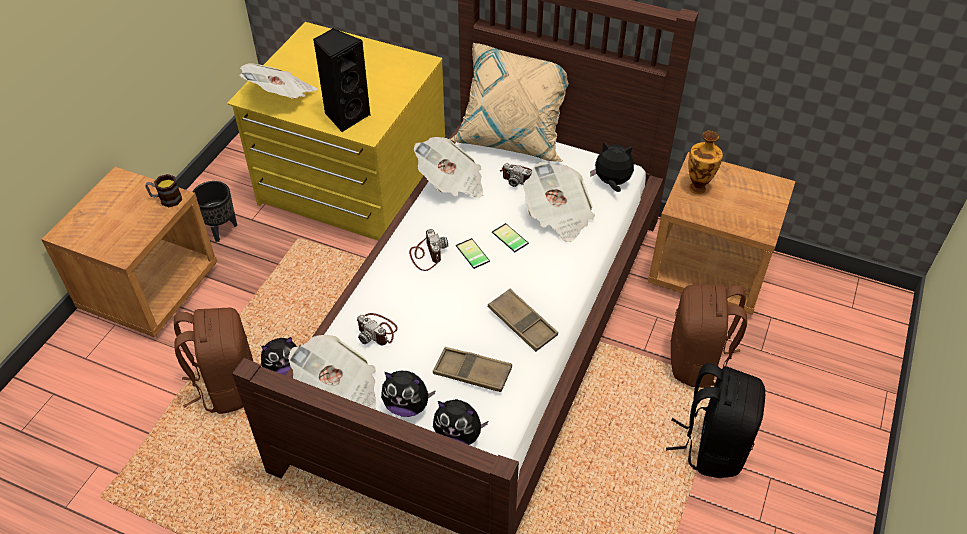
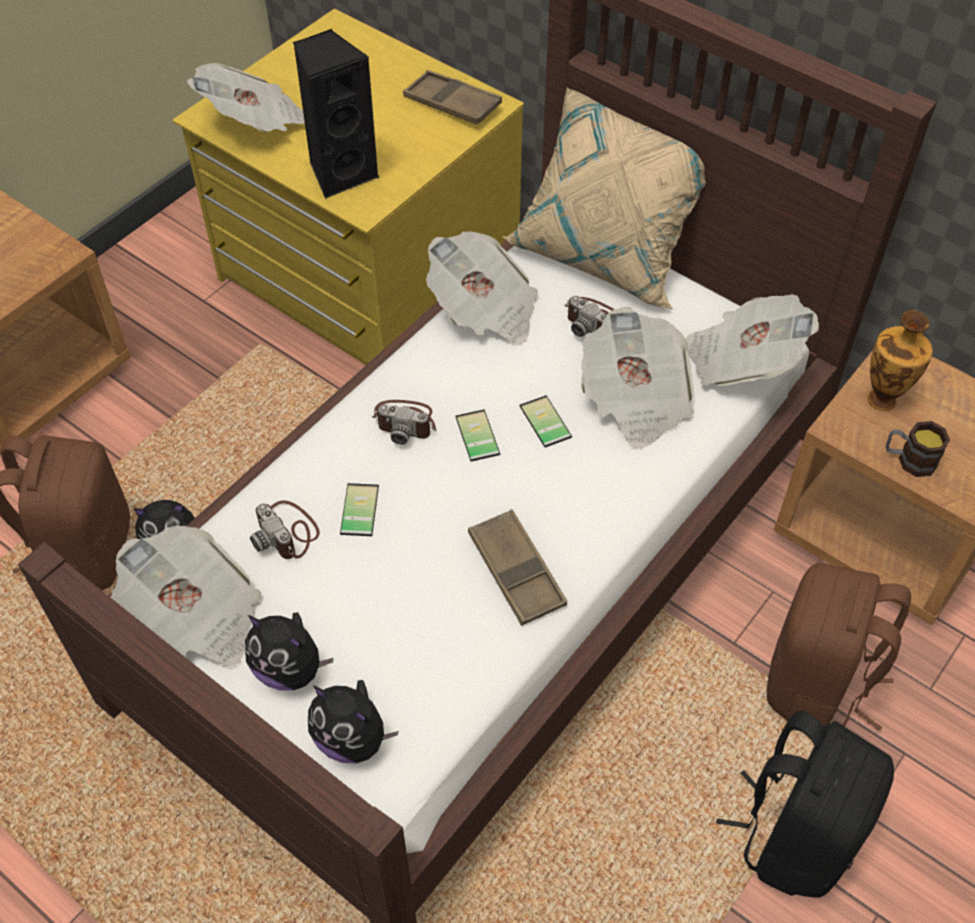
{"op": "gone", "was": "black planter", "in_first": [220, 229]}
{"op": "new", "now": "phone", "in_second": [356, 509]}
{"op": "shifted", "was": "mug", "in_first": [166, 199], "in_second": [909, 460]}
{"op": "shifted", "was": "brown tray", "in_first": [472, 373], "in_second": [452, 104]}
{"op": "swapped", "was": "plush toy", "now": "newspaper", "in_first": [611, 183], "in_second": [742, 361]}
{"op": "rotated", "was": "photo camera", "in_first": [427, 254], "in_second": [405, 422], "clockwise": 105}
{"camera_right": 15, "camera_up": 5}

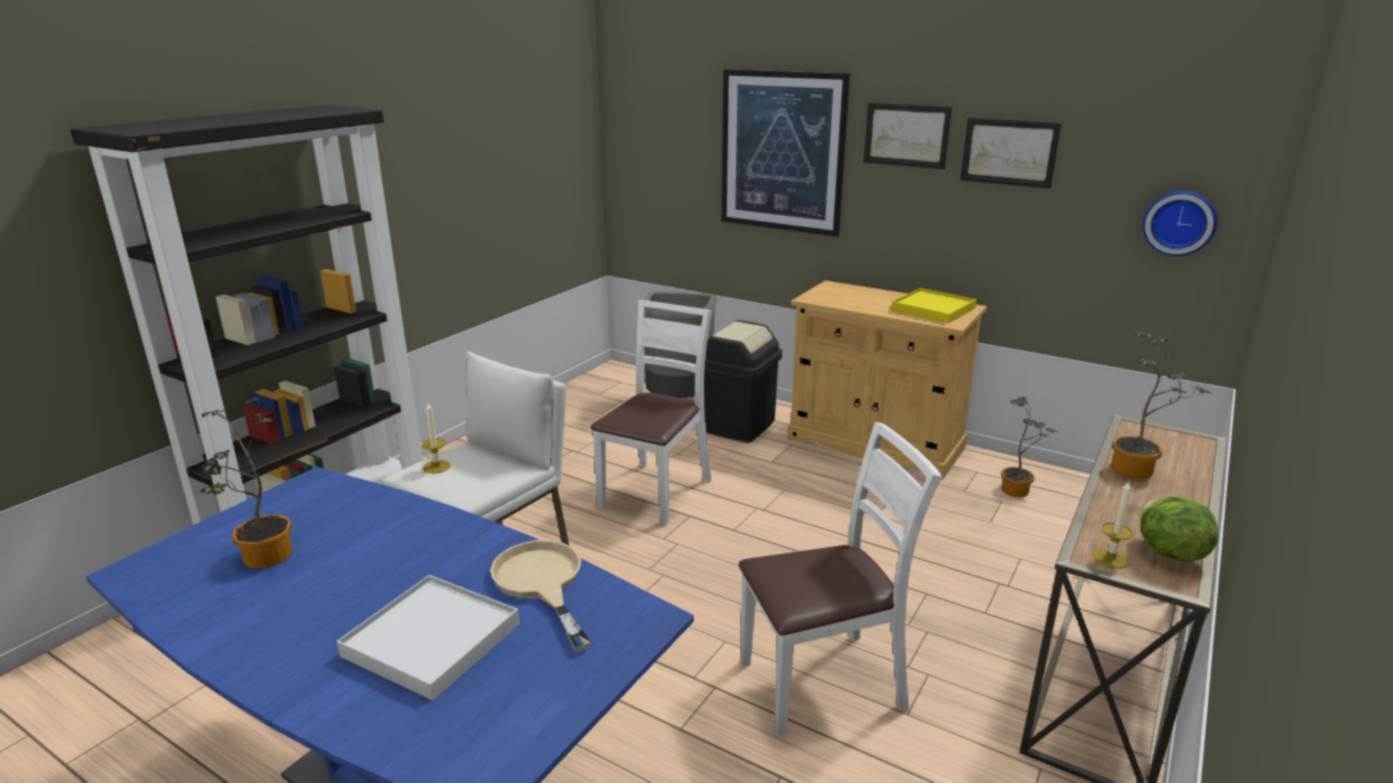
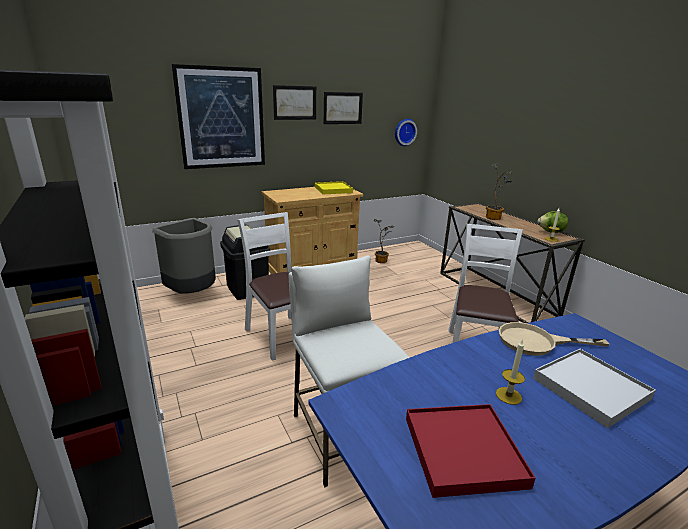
{"op": "shifted", "was": "candle", "in_first": [436, 467], "in_second": [508, 395]}
{"op": "swapped", "was": "potted plant", "now": "red tray", "in_first": [263, 560], "in_second": [463, 451]}
{"camera_right": -60, "camera_up": 0}

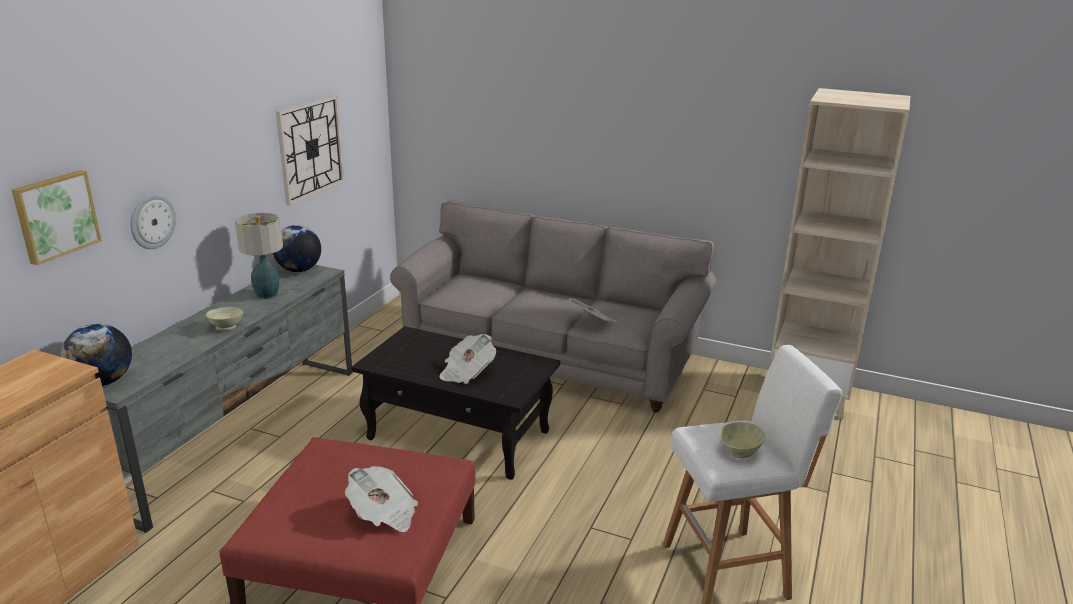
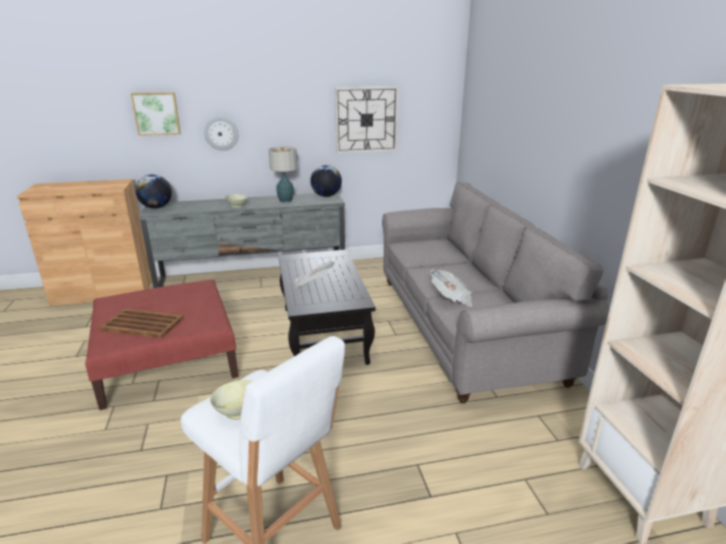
{"op": "swapped", "was": "newspaper", "now": "brown tray", "in_first": [383, 514], "in_second": [143, 324]}
{"camera_right": 55, "camera_up": 0}

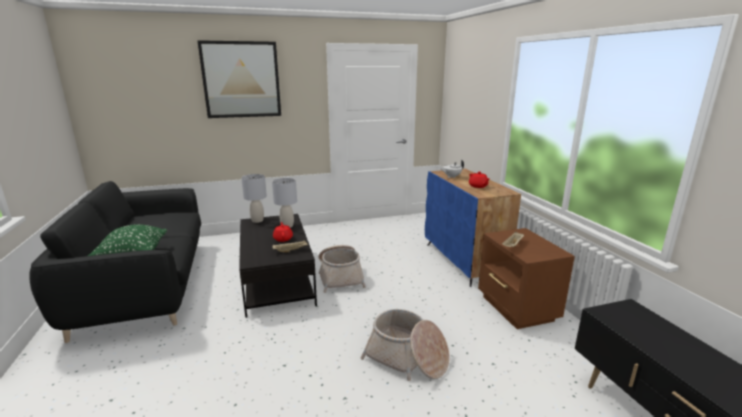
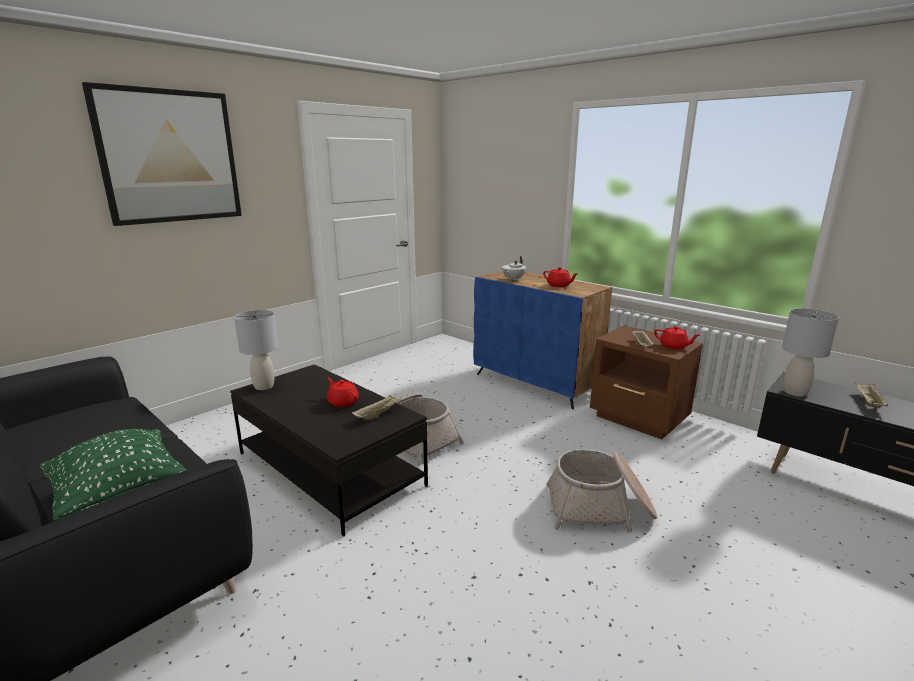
{"op": "new", "now": "red teapot", "in_second": [674, 346]}
{"op": "new", "now": "beige tray", "in_second": [868, 402]}
{"op": "shifted", "was": "grey table lamp", "in_first": [287, 226], "in_second": [795, 392]}
{"camera_right": -30, "camera_up": 0}

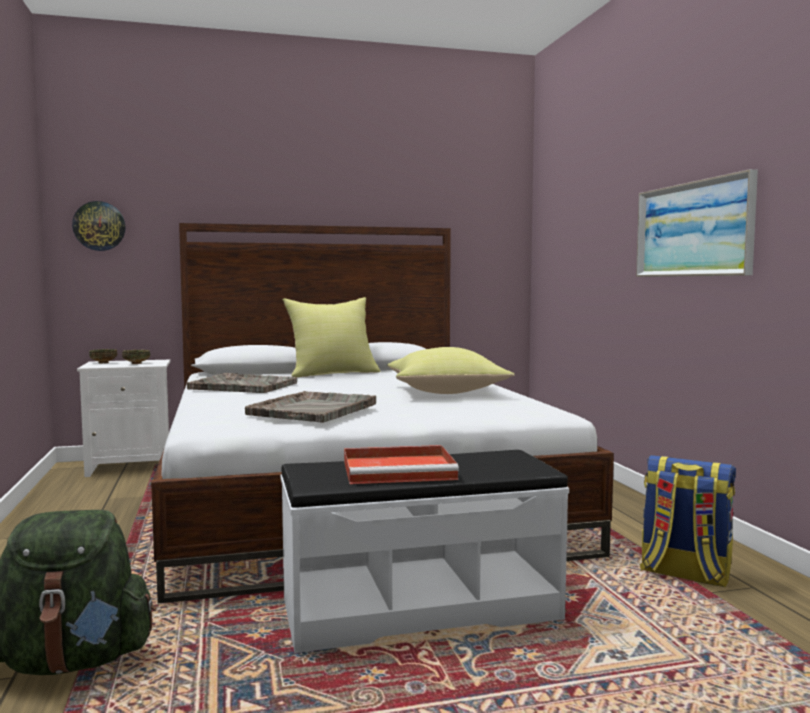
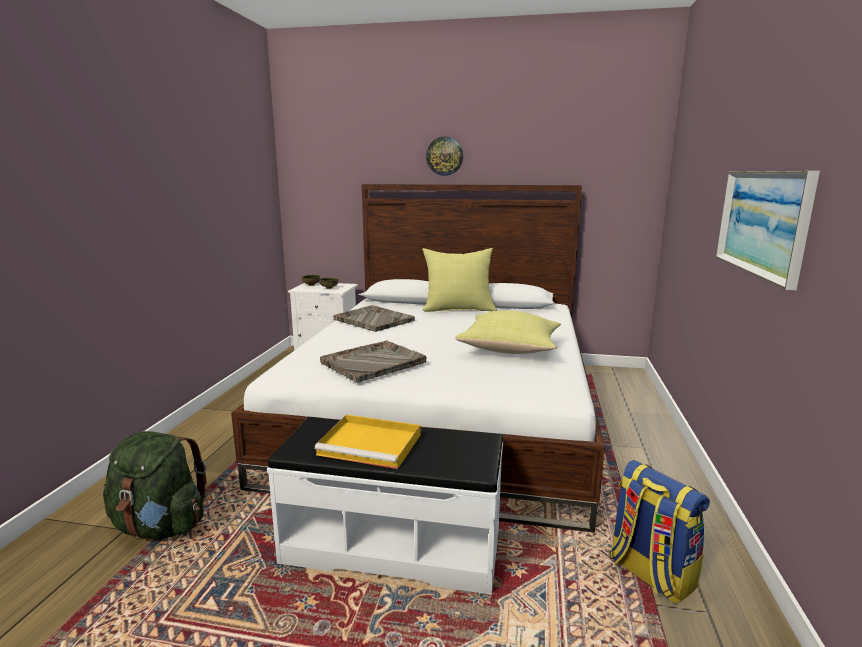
{"op": "shifted", "was": "wall clock", "in_first": [99, 226], "in_second": [444, 156]}
{"op": "repainted", "was": "red tray", "now": "yellow tray", "in_first": [401, 470], "in_second": [372, 444]}
{"camera_right": 25, "camera_up": 10}

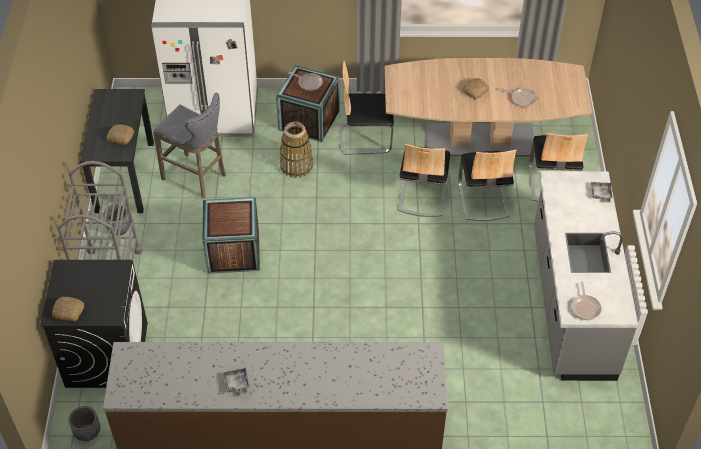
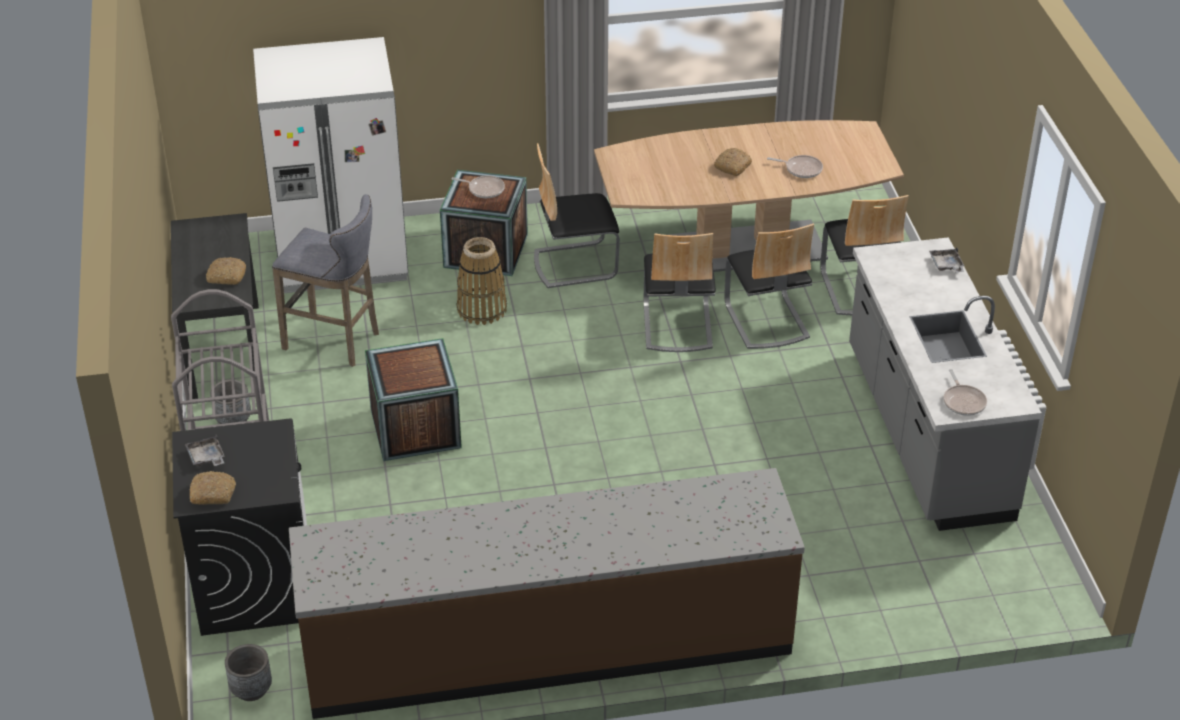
{"op": "shifted", "was": "grey tray", "in_first": [237, 384], "in_second": [206, 457]}
{"camera_right": -10, "camera_up": -10}

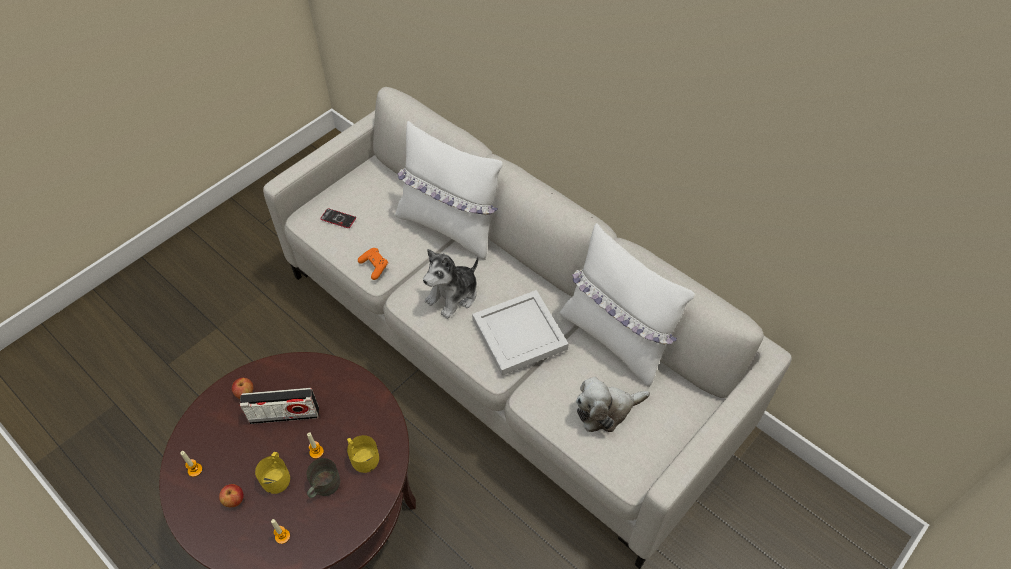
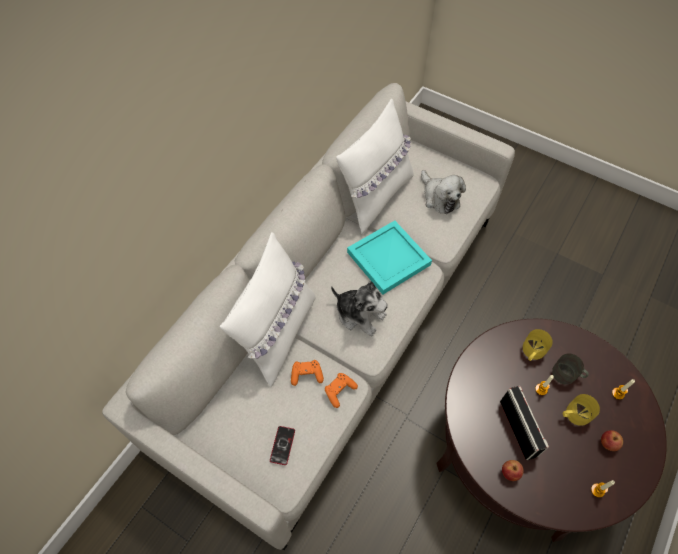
{"op": "new", "now": "orange game controller", "in_second": [306, 375]}
{"op": "repainted", "was": "white tray", "now": "turquoise tray", "in_first": [521, 334], "in_second": [388, 257]}
{"camera_right": -100, "camera_up": 5}

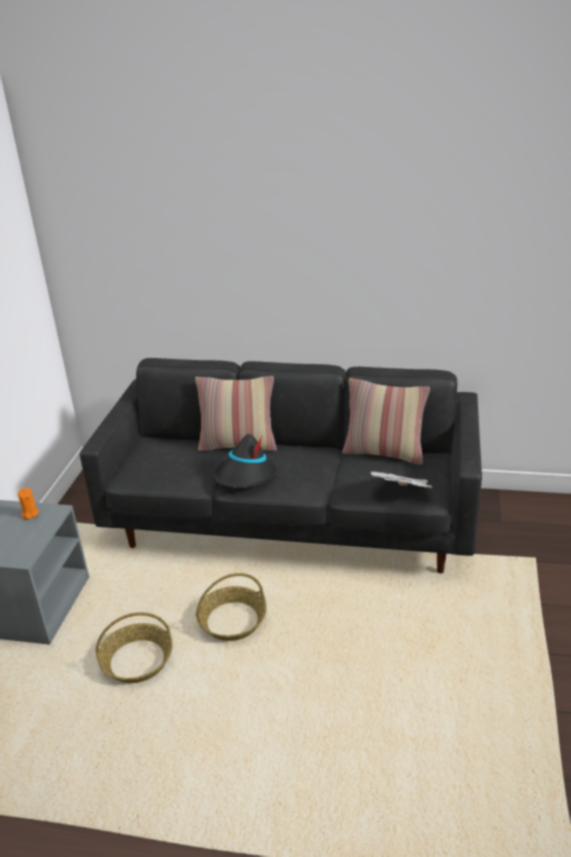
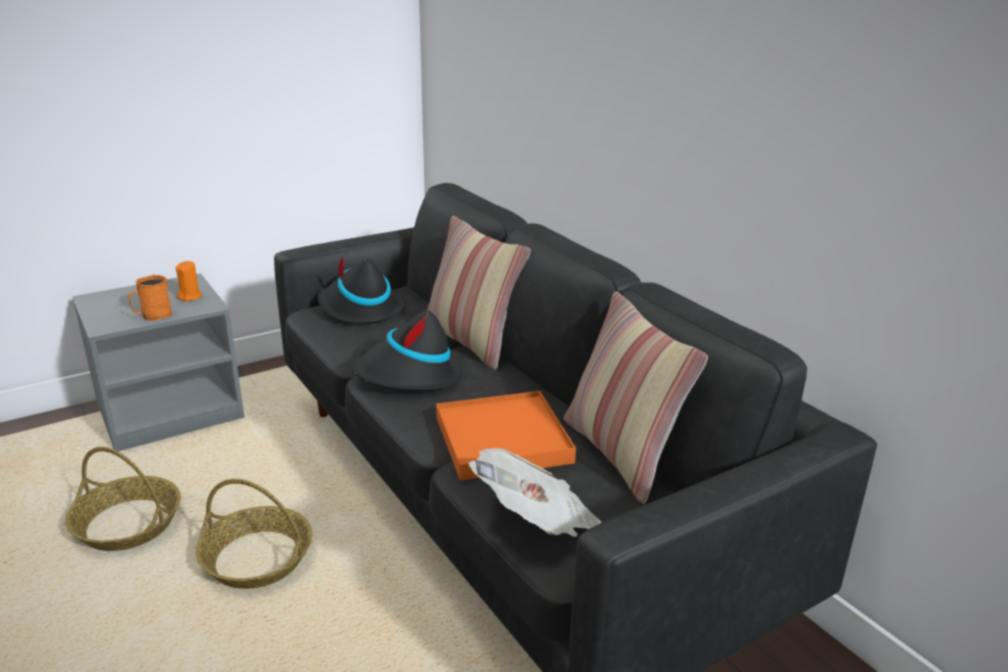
{"op": "new", "now": "orange mug", "in_second": [152, 316]}
{"op": "new", "now": "black hat", "in_second": [360, 308]}
{"op": "new", "now": "orange tray", "in_second": [503, 439]}
{"camera_right": 45, "camera_up": -5}

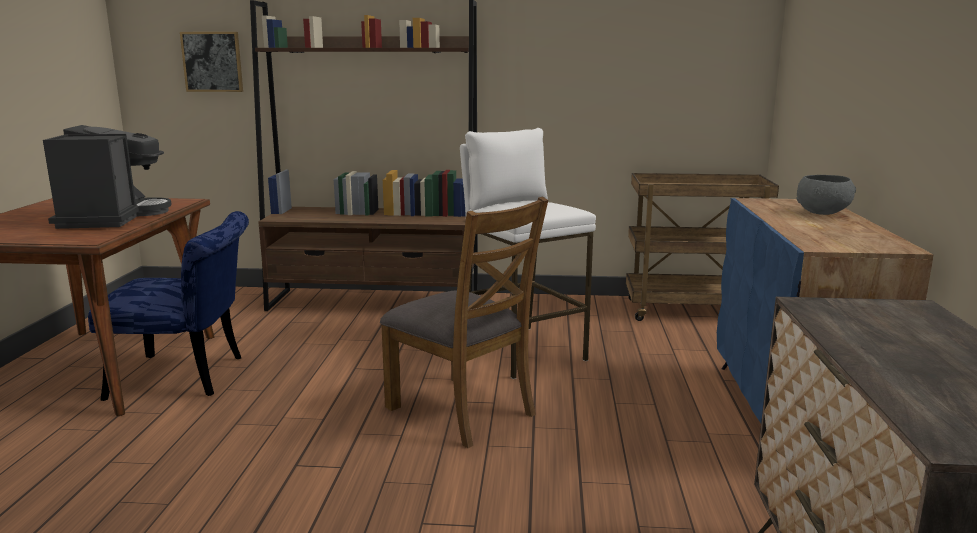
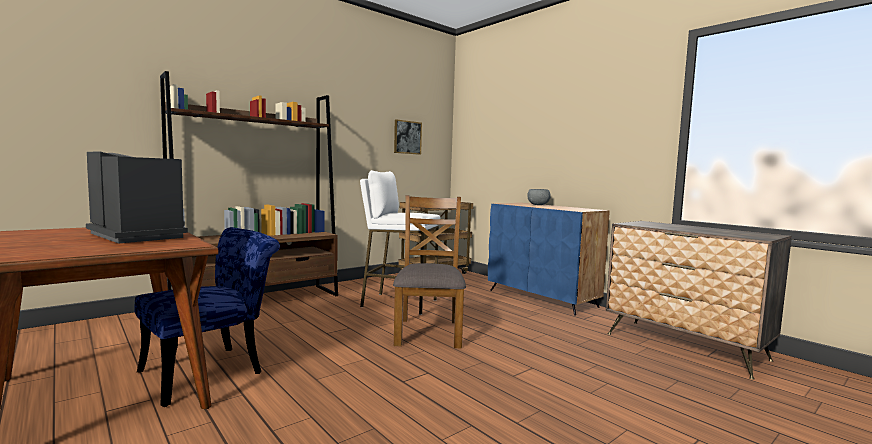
{"op": "shifted", "was": "picture", "in_first": [212, 62], "in_second": [407, 137]}
{"op": "rotated", "was": "brown chair", "in_first": [462, 410], "in_second": [428, 332], "clockwise": -90}
{"camera_right": -45, "camera_up": -10}

